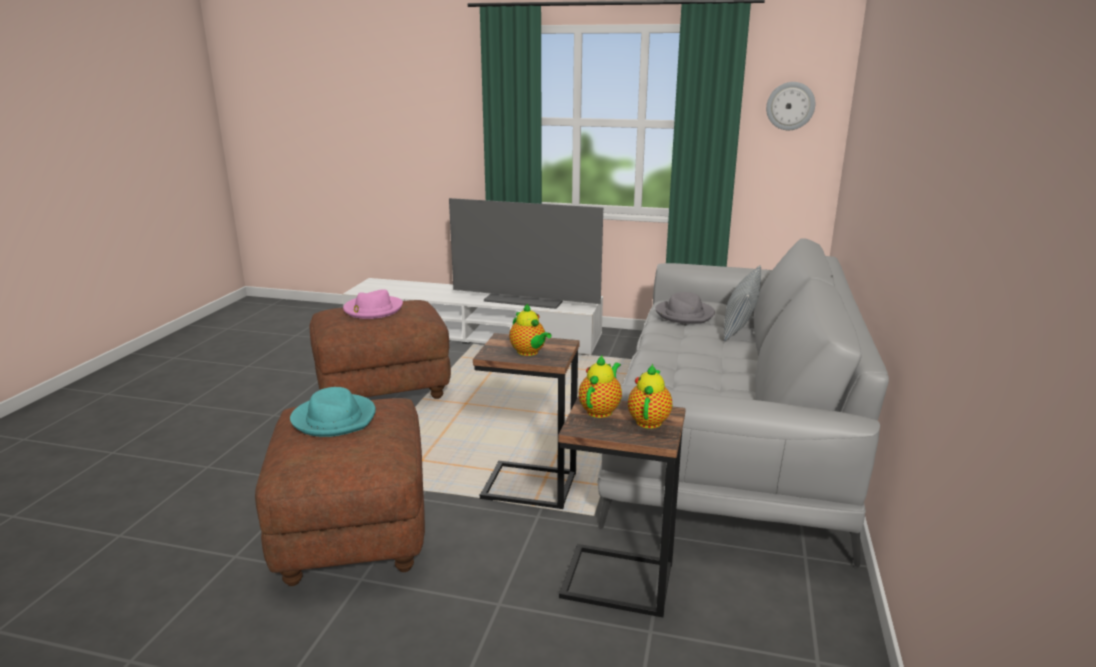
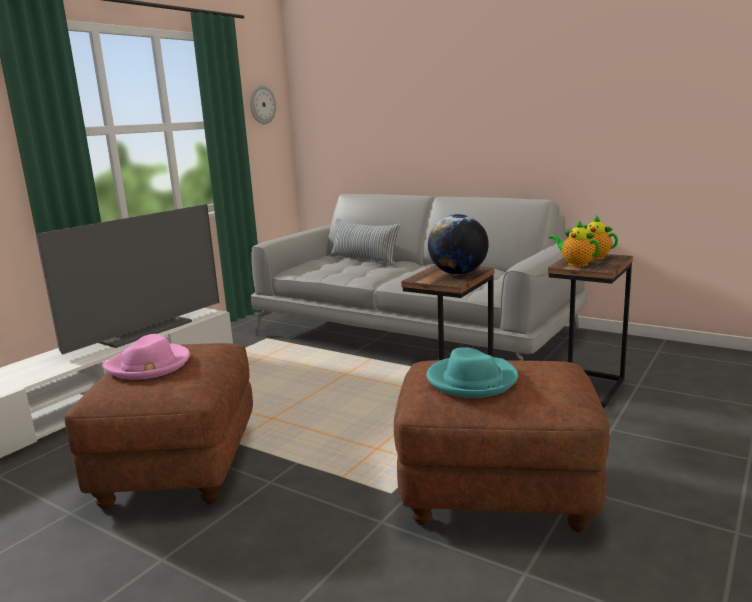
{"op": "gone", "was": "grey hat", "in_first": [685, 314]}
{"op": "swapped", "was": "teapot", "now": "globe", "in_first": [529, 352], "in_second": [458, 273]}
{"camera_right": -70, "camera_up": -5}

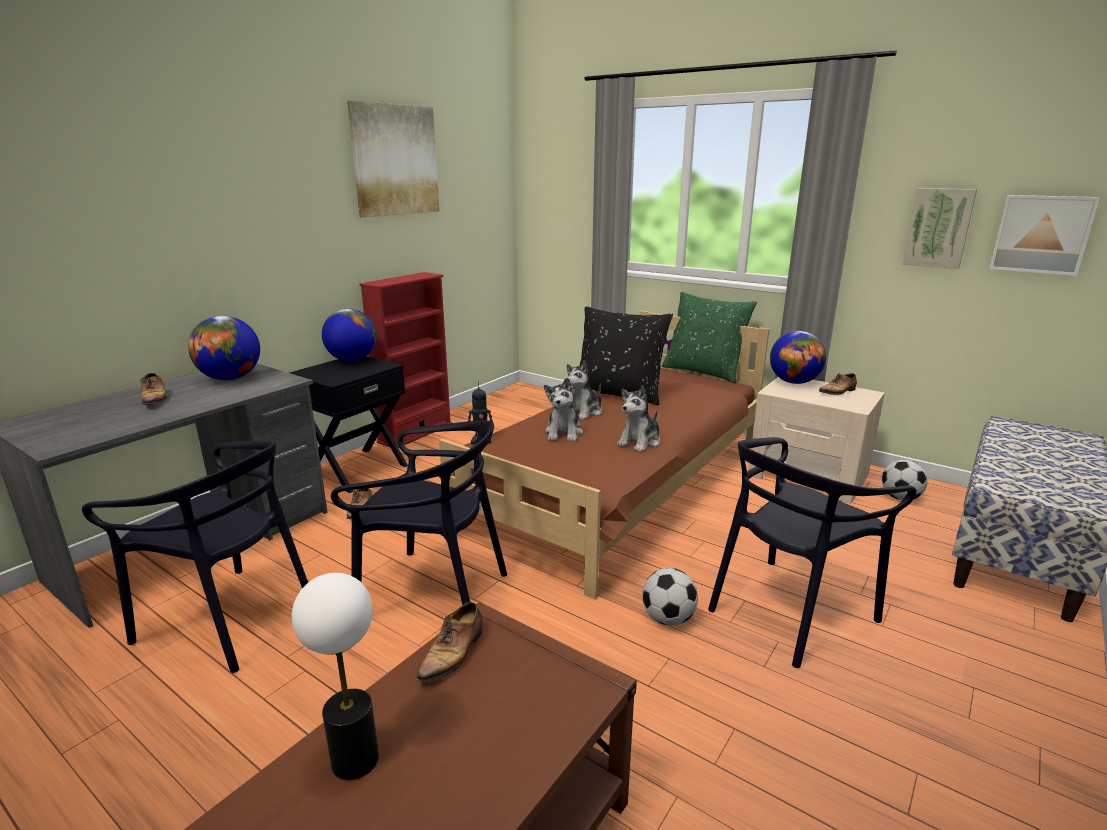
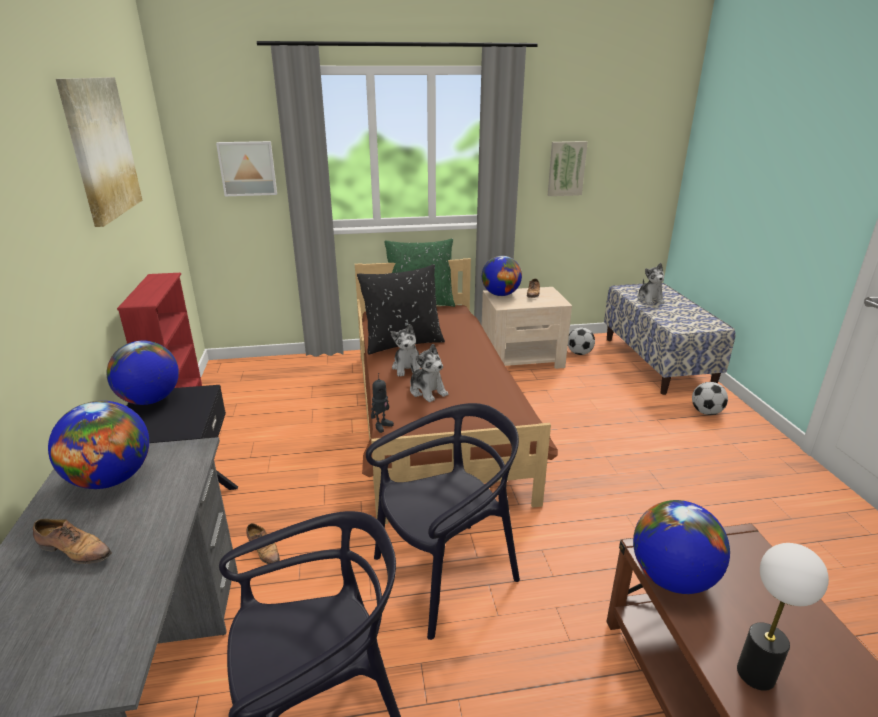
{"op": "gone", "was": "black chair", "in_first": [789, 611]}
{"op": "shifted", "was": "plush toy", "in_first": [640, 442], "in_second": [650, 299]}
{"op": "shifted", "was": "football", "in_first": [668, 618], "in_second": [706, 412]}
{"op": "shifted", "was": "picture", "in_first": [1041, 234], "in_second": [248, 168]}
{"op": "swapped", "was": "shoe", "now": "globe", "in_first": [453, 653], "in_second": [672, 578]}
{"camera_right": -45, "camera_up": 5}

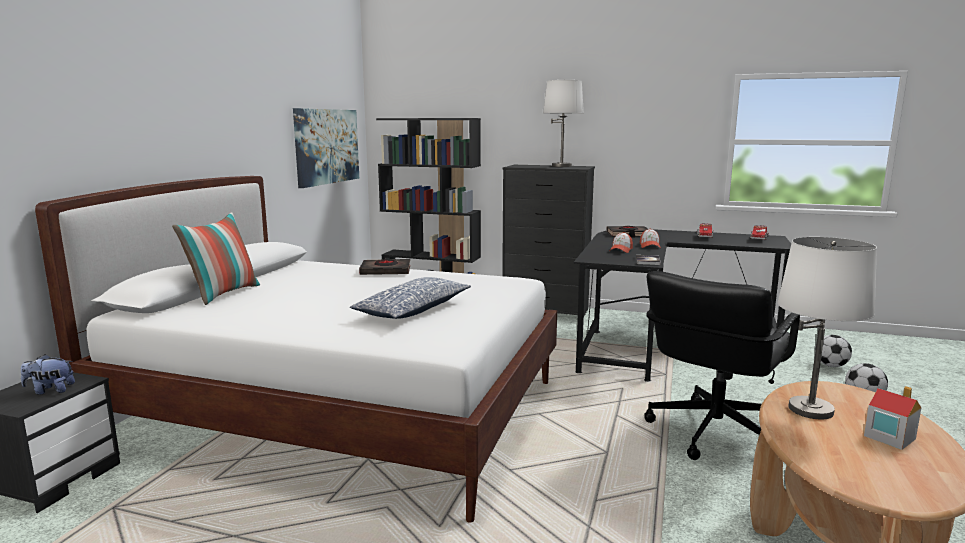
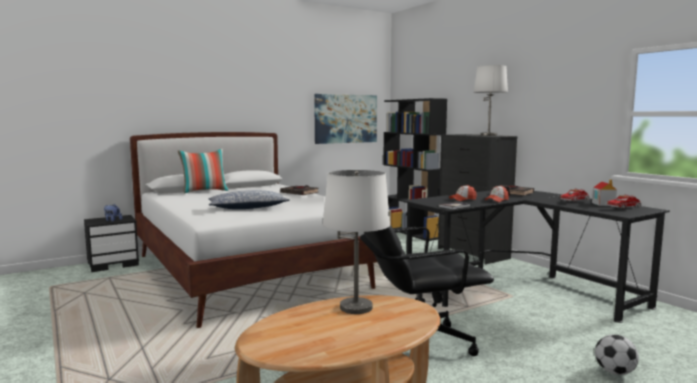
{"op": "gone", "was": "football", "in_first": [831, 366]}
{"op": "shifted", "was": "toy house", "in_first": [888, 437], "in_second": [603, 204]}
{"camera_right": 40, "camera_up": -5}

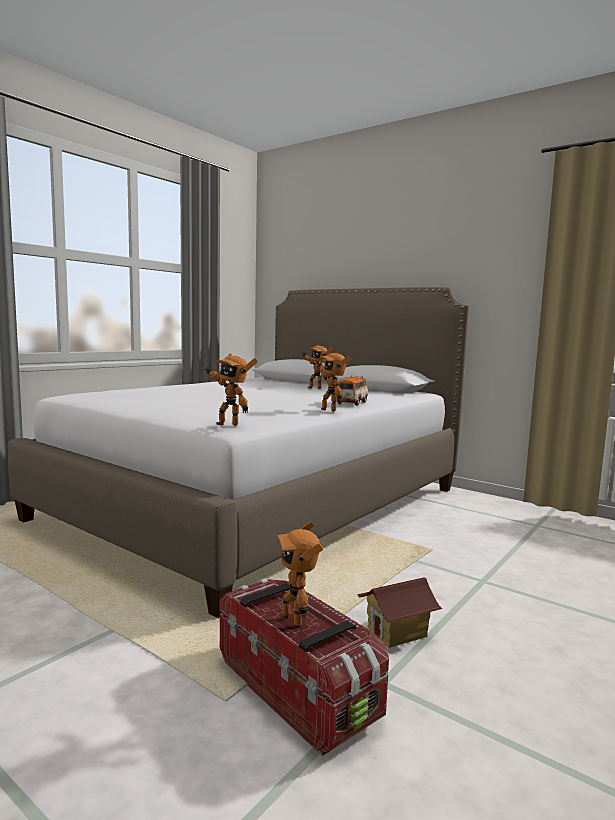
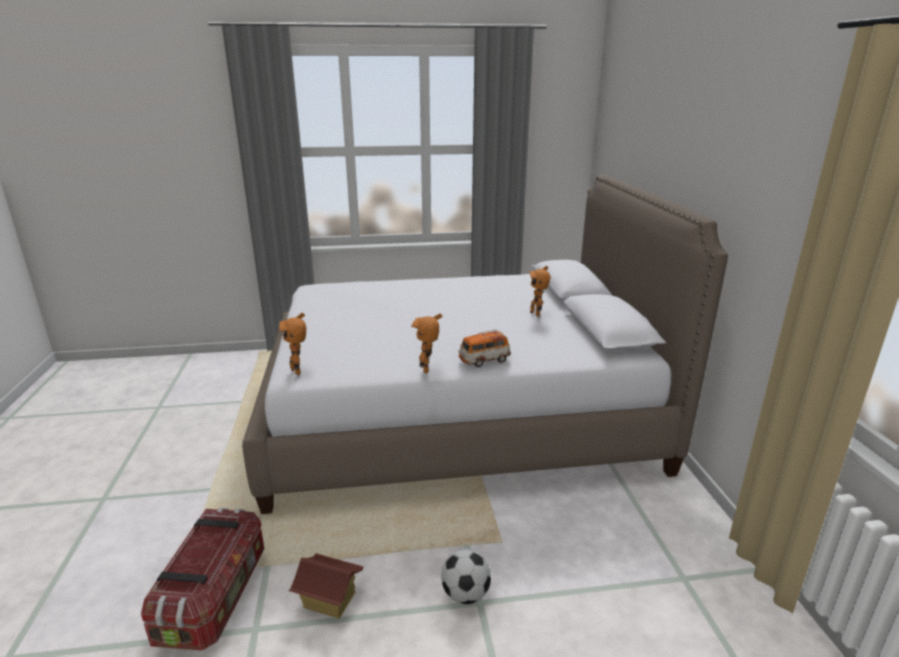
{"op": "gone", "was": "toy robot", "in_first": [295, 619]}
{"op": "new", "now": "football", "in_second": [465, 594]}
{"camera_right": 45, "camera_up": 15}

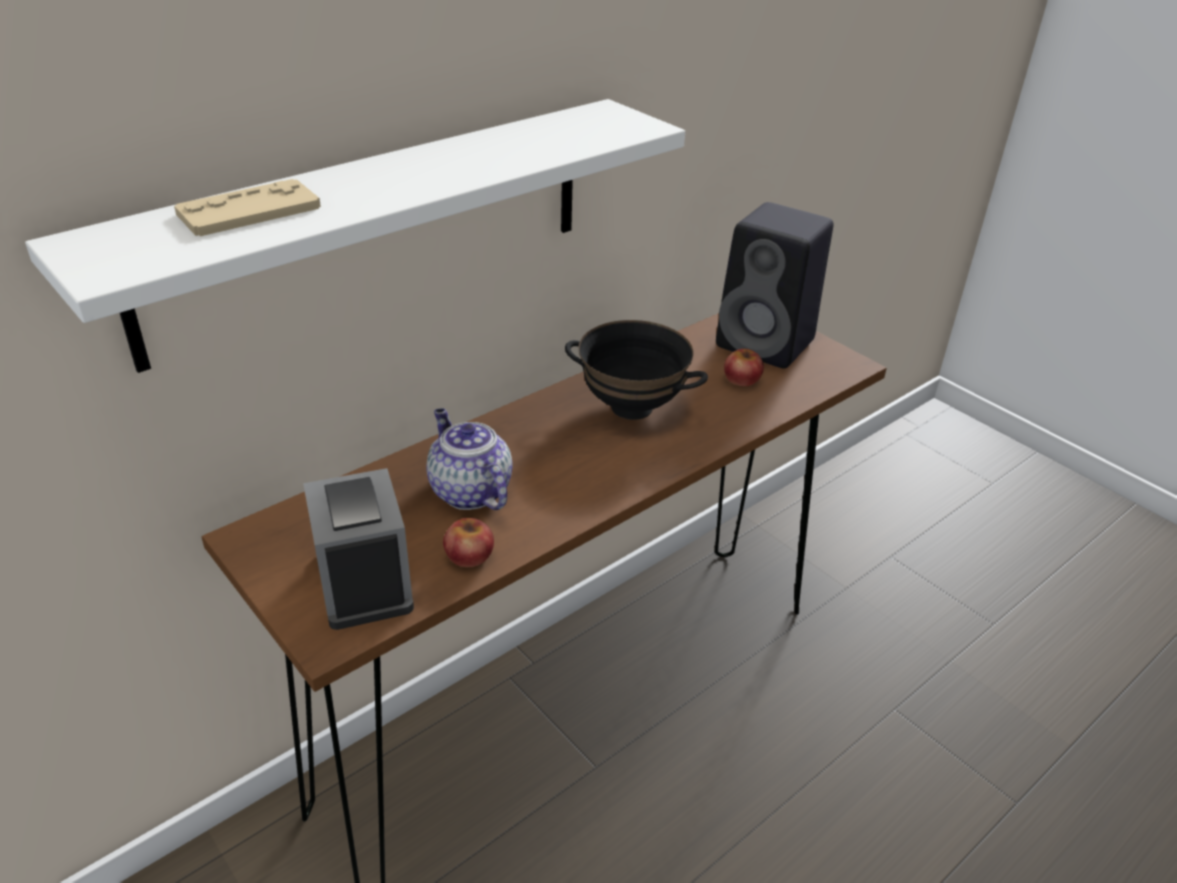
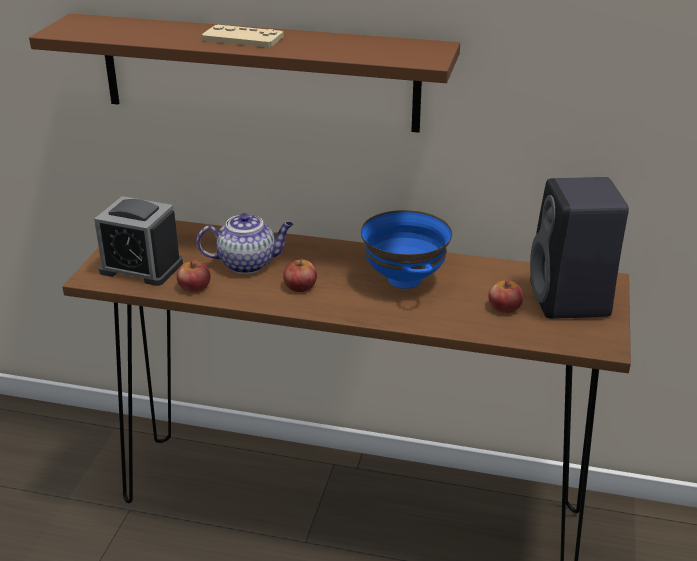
{"op": "new", "now": "apple", "in_second": [300, 286]}
{"op": "shifted", "was": "beige game controller", "in_first": [249, 210], "in_second": [242, 38]}
{"op": "repainted", "was": "white shelf", "now": "brown shelf", "in_first": [373, 226], "in_second": [258, 72]}
{"op": "repainted", "was": "black bowl", "now": "blue bowl", "in_first": [632, 407], "in_second": [405, 280]}
{"op": "rotated", "was": "alarm clock", "in_first": [364, 581], "in_second": [141, 267], "clockwise": 75}
{"op": "rotated", "was": "teapot", "in_first": [469, 491], "in_second": [248, 263], "clockwise": 60}
{"camera_right": 55, "camera_up": -5}

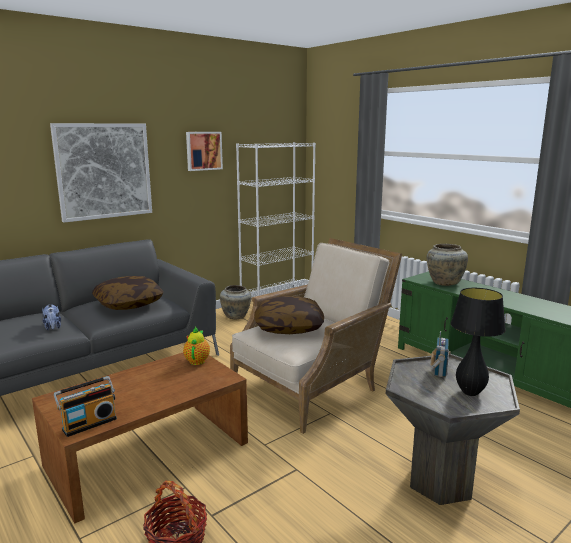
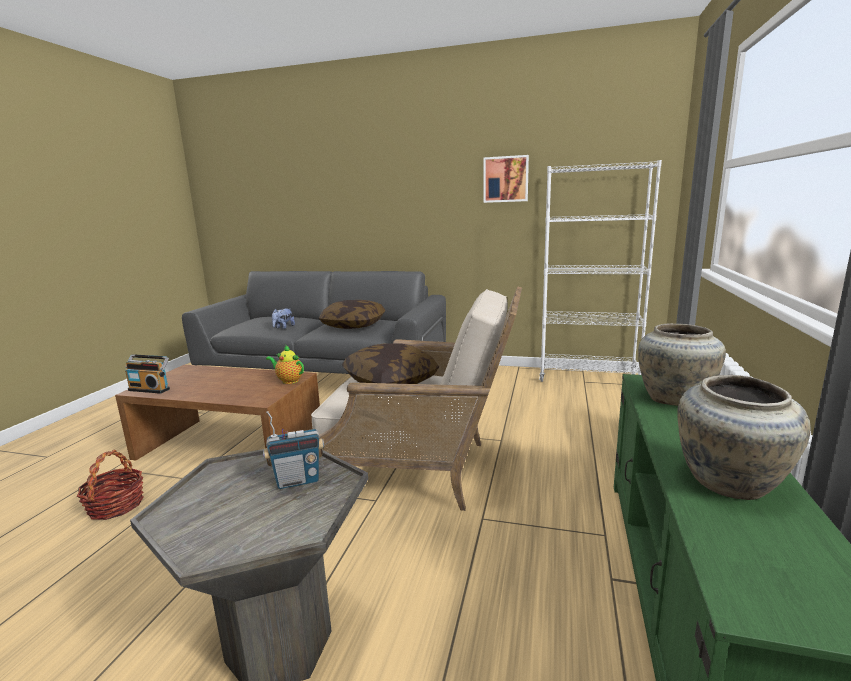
{"op": "gone", "was": "picture", "in_first": [104, 171]}
{"op": "gone", "was": "black table lamp", "in_first": [470, 392]}
{"op": "shifted", "was": "beige vase", "in_first": [236, 316], "in_second": [728, 483]}
{"op": "rotated", "was": "teapot", "in_first": [197, 360], "in_second": [288, 380], "clockwise": -120}
{"camera_right": 55, "camera_up": 0}

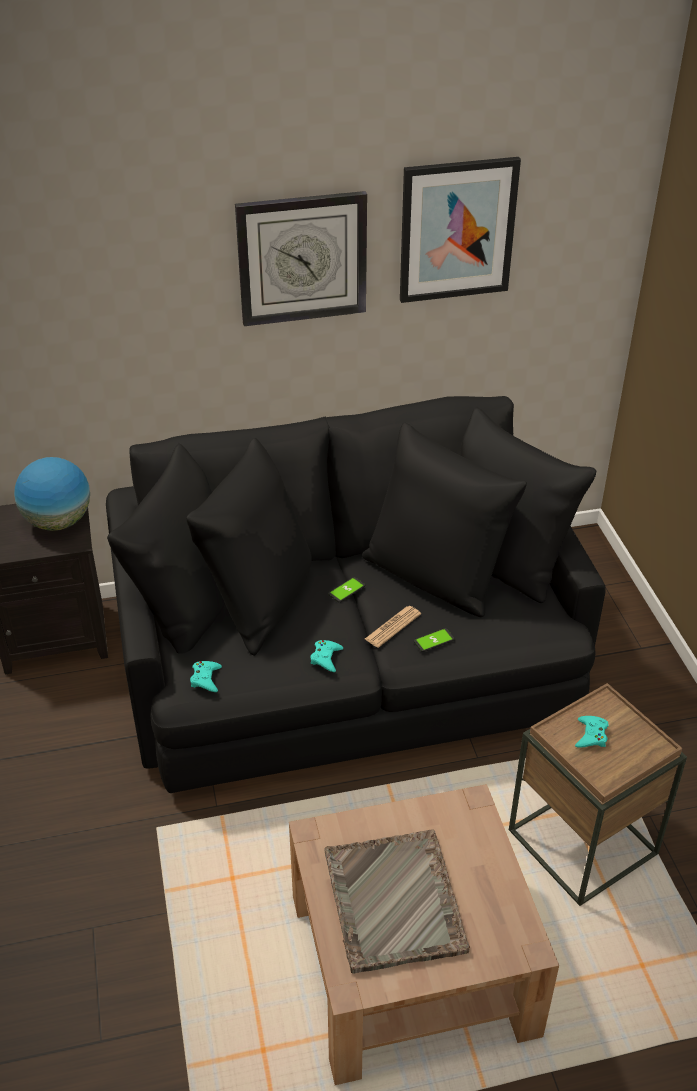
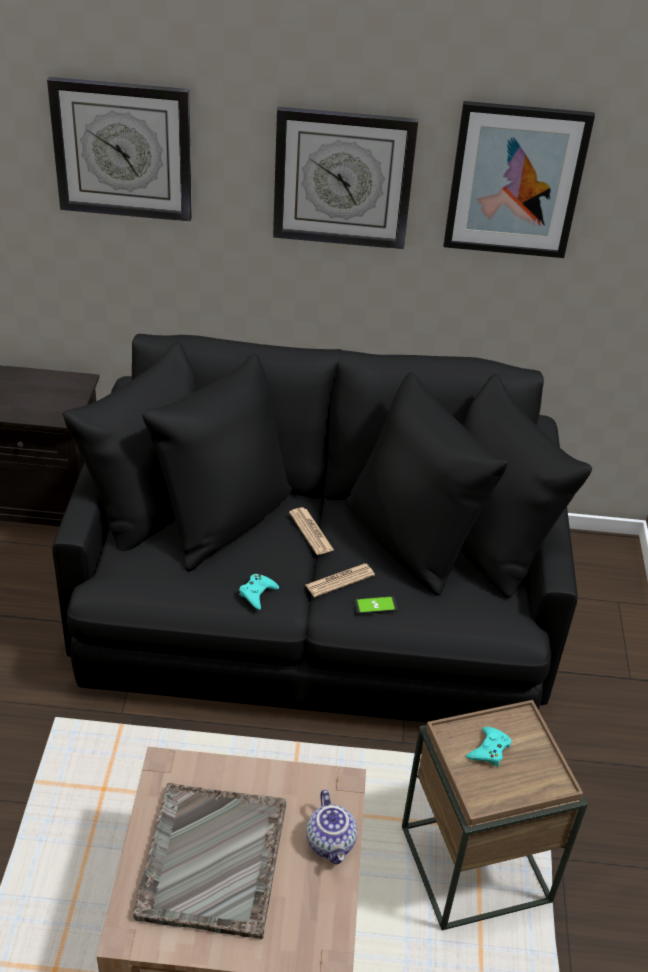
{"op": "gone", "was": "globe", "in_first": [58, 522]}
{"op": "gone", "was": "turquoise game controller", "in_first": [206, 679]}
{"op": "new", "now": "wall clock", "in_second": [123, 149]}
{"op": "new", "now": "teapot", "in_second": [332, 843]}
{"op": "swapped", "was": "phone", "now": "newspaper", "in_first": [346, 590], "in_second": [311, 531]}
{"camera_right": 15, "camera_up": 0}

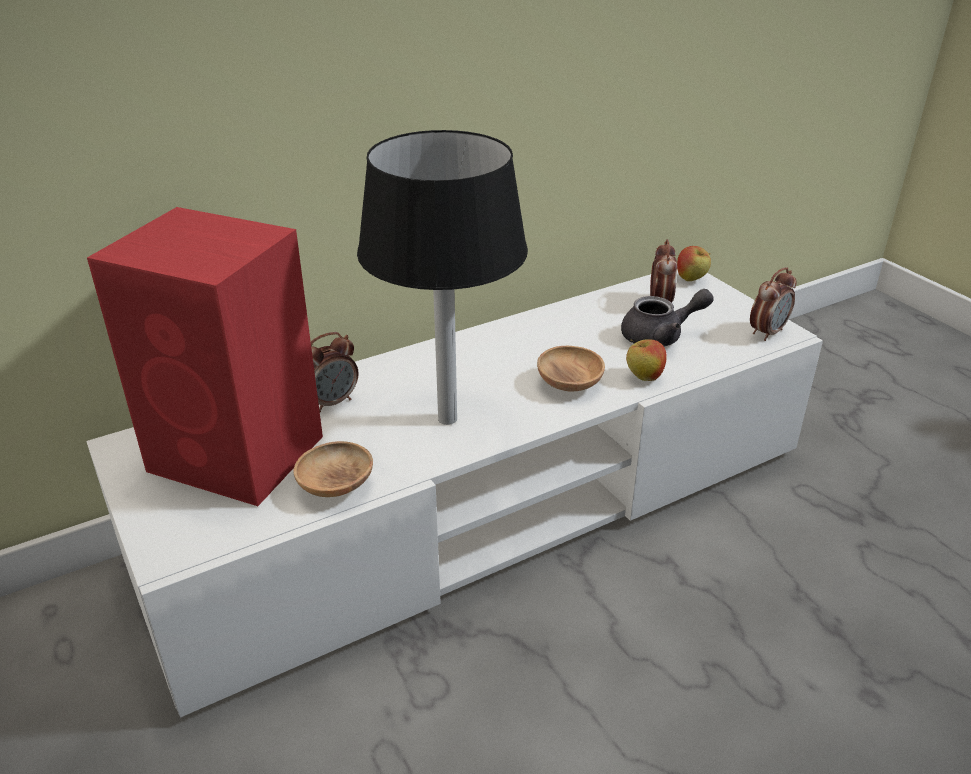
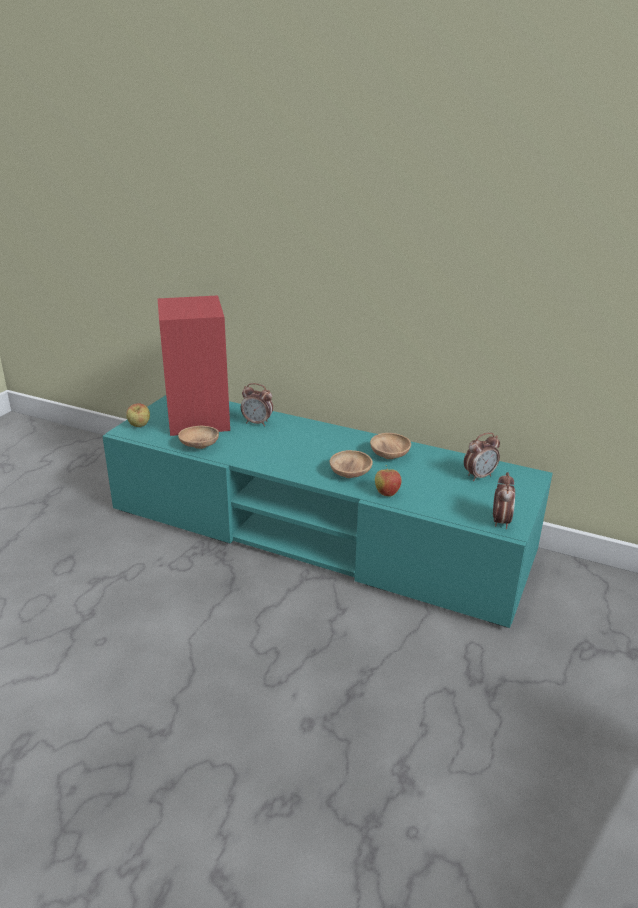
{"op": "gone", "was": "black table lamp", "in_first": [447, 418]}
{"op": "gone", "was": "grey teapot", "in_first": [660, 336]}
{"op": "new", "now": "brown bowl", "in_second": [389, 455]}
{"op": "shifted", "was": "apple", "in_first": [691, 279], "in_second": [139, 426]}
{"op": "repainted", "was": "white tv stand", "now": "turquoise tv stand", "in_first": [485, 506], "in_second": [317, 532]}
{"op": "rotated", "was": "alarm clock", "in_first": [767, 332], "in_second": [500, 521], "clockwise": -90}
{"camera_right": 55, "camera_up": -5}

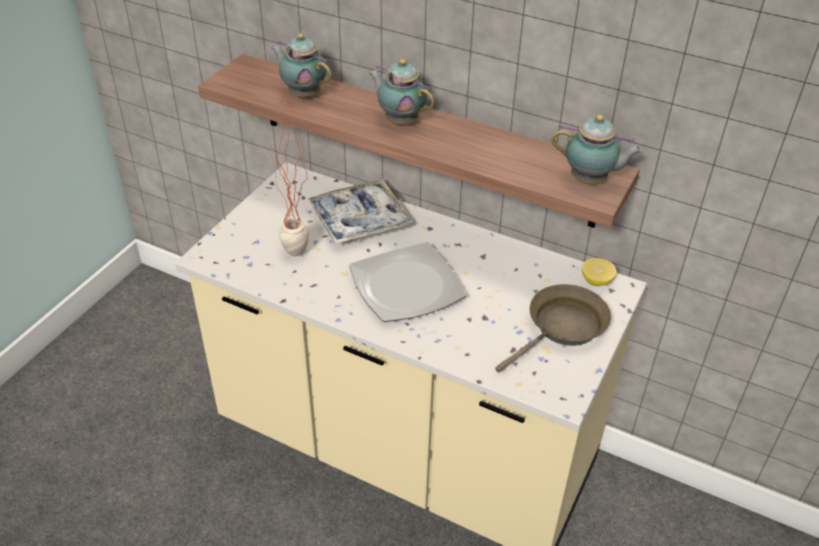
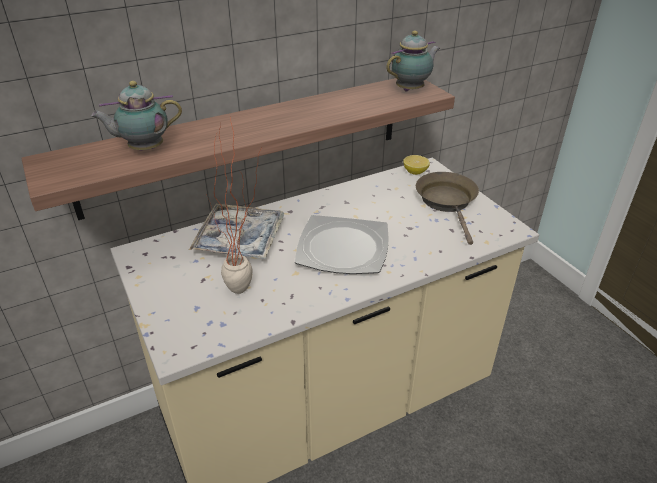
{"op": "gone", "was": "teapot", "in_first": [400, 120]}
{"camera_right": -55, "camera_up": -5}

